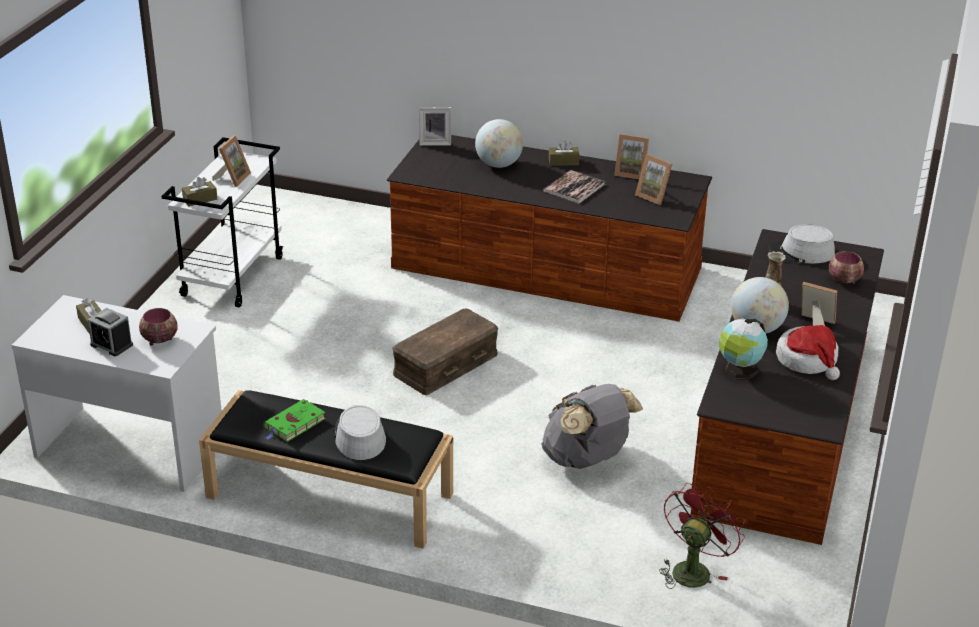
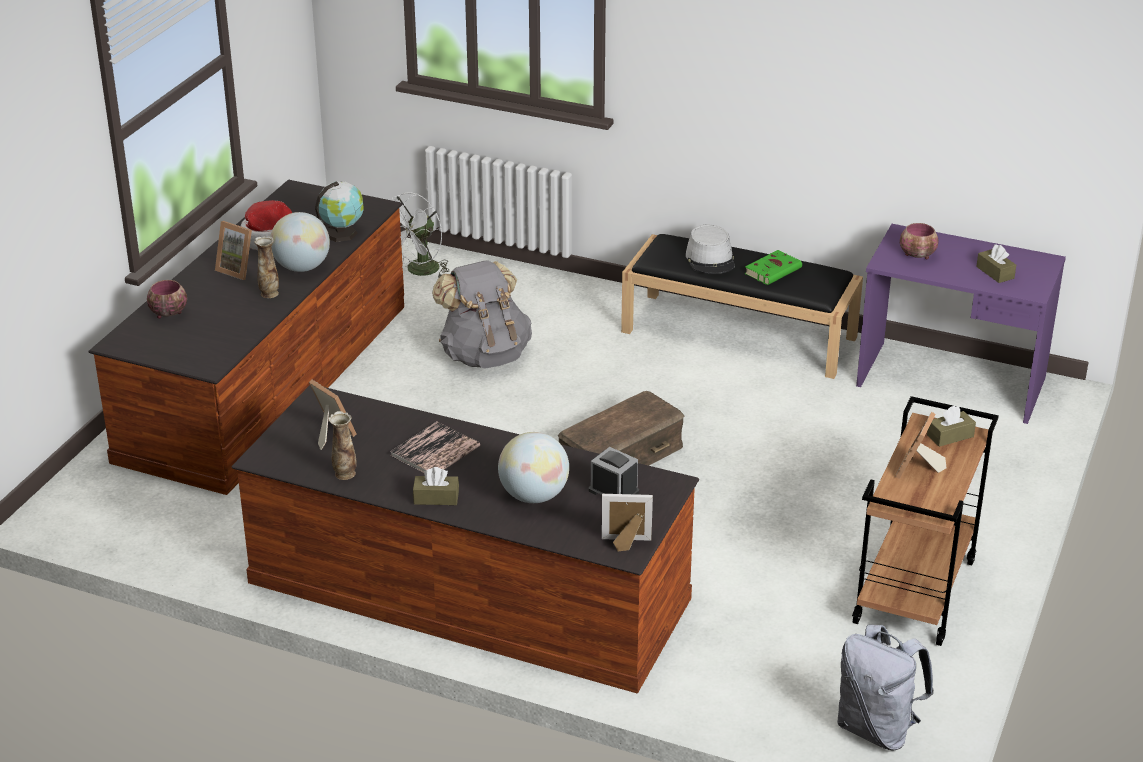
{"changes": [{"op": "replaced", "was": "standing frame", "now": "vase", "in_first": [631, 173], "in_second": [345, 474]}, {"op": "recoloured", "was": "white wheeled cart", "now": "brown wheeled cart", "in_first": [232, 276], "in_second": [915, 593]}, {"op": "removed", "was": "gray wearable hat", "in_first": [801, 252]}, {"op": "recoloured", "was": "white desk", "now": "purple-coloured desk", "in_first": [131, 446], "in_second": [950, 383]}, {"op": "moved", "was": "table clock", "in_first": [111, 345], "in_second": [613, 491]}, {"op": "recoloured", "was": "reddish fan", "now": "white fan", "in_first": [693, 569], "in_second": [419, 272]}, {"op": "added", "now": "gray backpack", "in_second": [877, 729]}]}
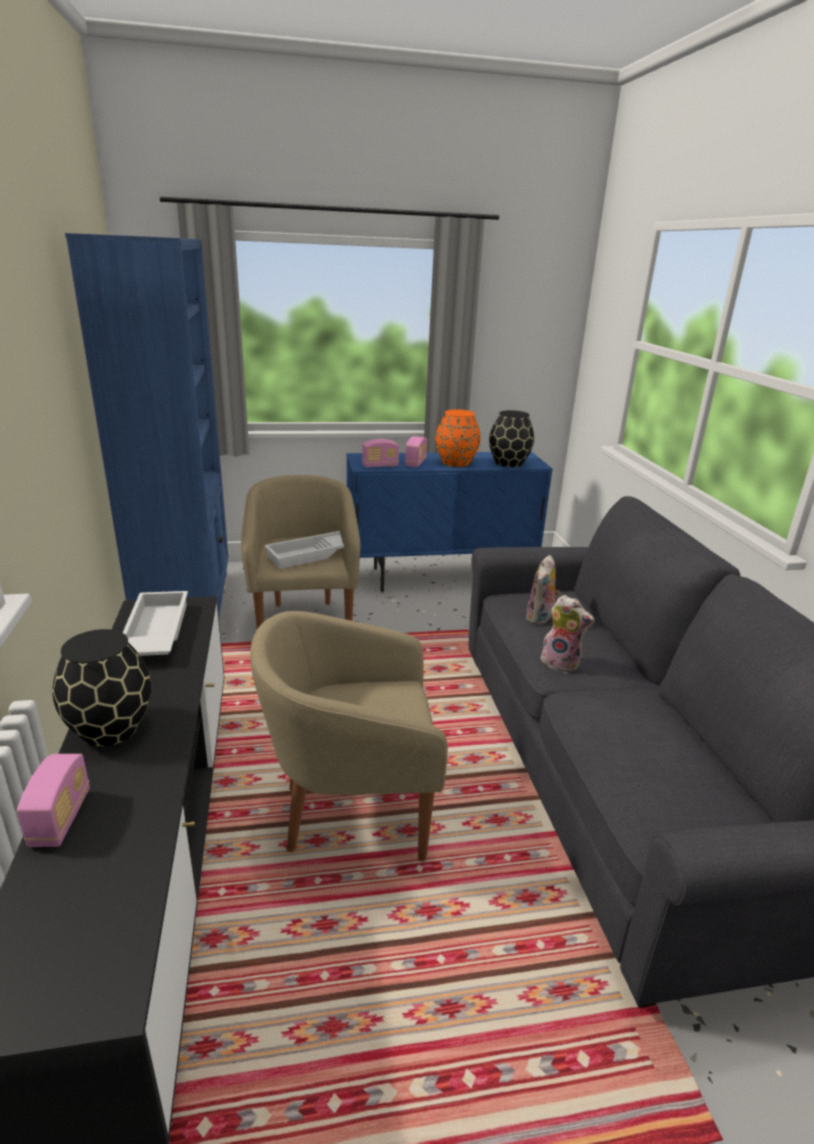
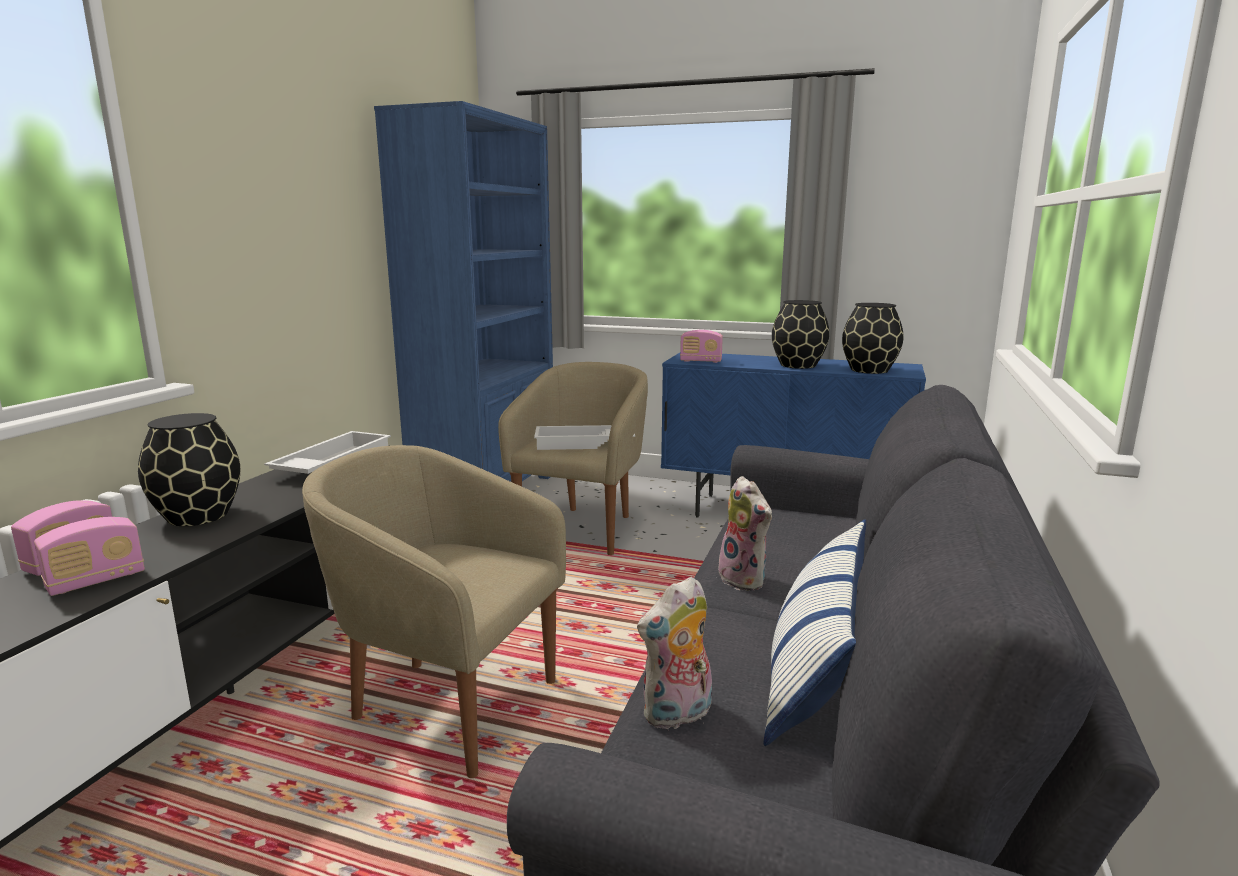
{"changes": [{"op": "recoloured", "was": "orange vase", "now": "black vase", "in_first": [456, 462], "in_second": [798, 365]}, {"op": "moved", "was": "radio receiver", "in_first": [416, 463], "in_second": [96, 581]}, {"op": "moved", "was": "cuddly toy", "in_first": [540, 618], "in_second": [677, 715]}, {"op": "added", "now": "cushion", "in_second": [813, 668]}]}
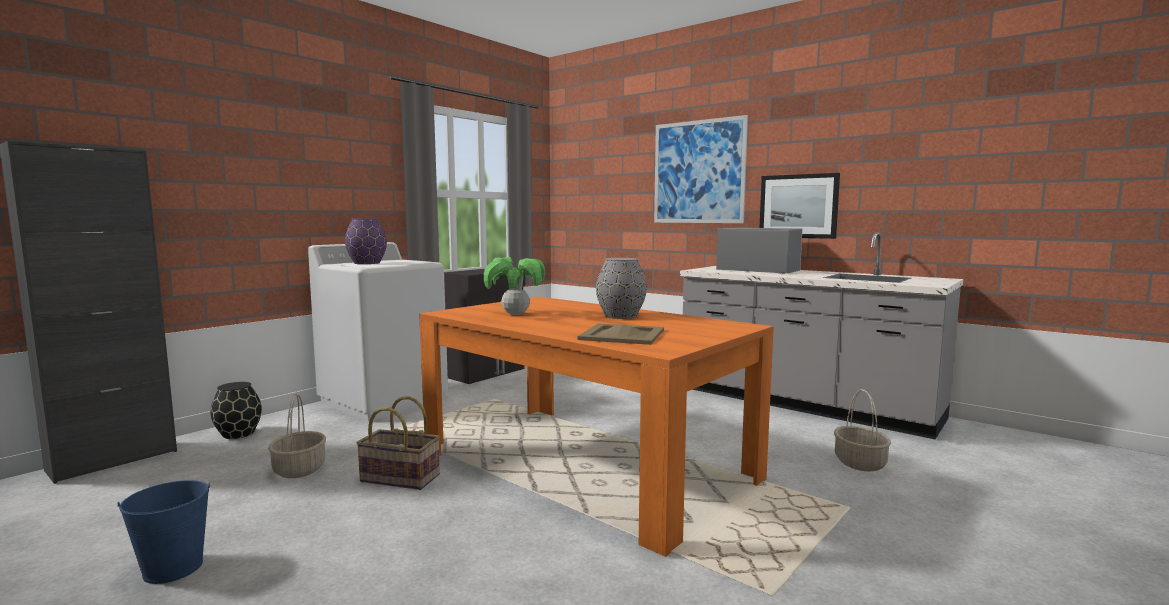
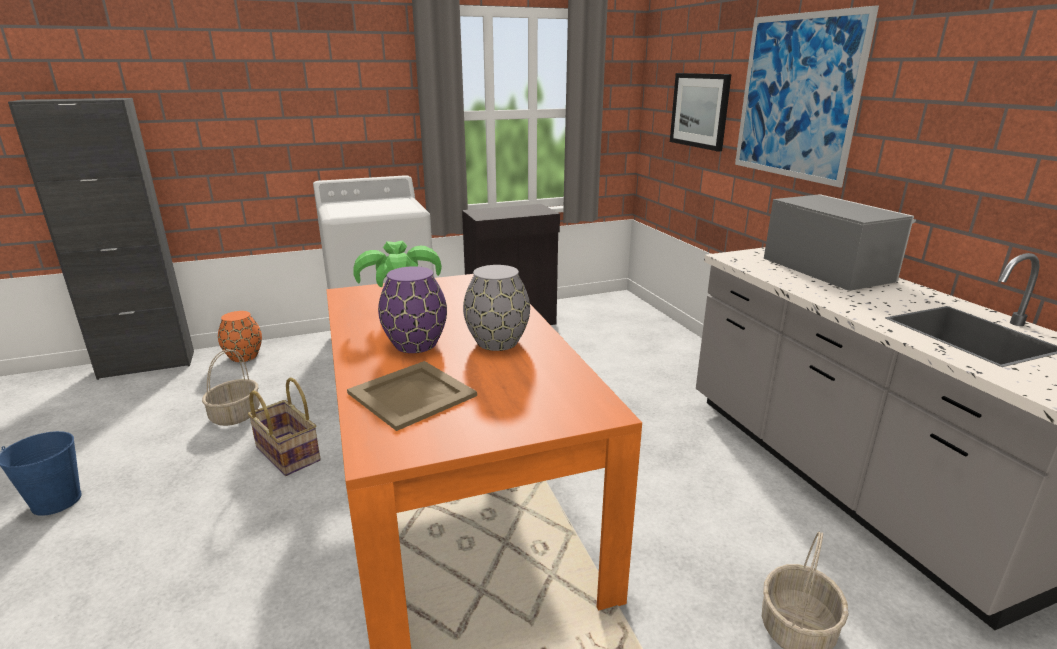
{"changes": [{"op": "moved", "was": "wall picture", "in_first": [798, 206], "in_second": [700, 110]}, {"op": "moved", "was": "purple-coloured vase", "in_first": [367, 263], "in_second": [415, 345]}, {"op": "recoloured", "was": "black vase", "now": "orange vase", "in_first": [238, 434], "in_second": [244, 356]}]}
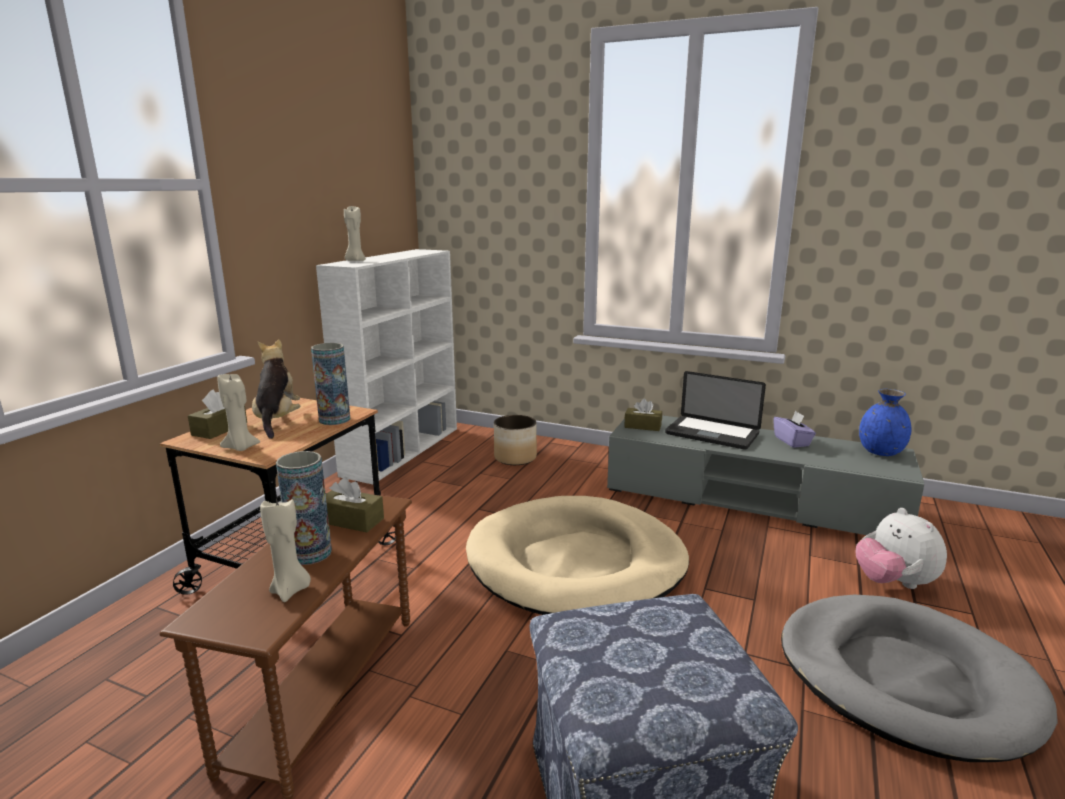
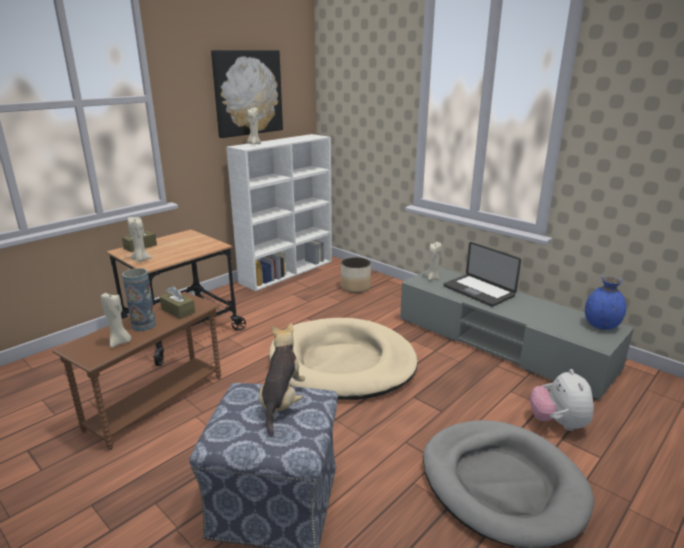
{"changes": [{"op": "moved", "was": "cuddly toy", "in_first": [277, 420], "in_second": [282, 403]}, {"op": "removed", "was": "vase", "in_first": [334, 419]}, {"op": "replaced", "was": "brown tissue box", "now": "beige wax light", "in_first": [642, 426], "in_second": [432, 278]}, {"op": "removed", "was": "purple-coloured tissue box", "in_first": [792, 441]}, {"op": "added", "now": "wall picture", "in_second": [247, 93]}]}
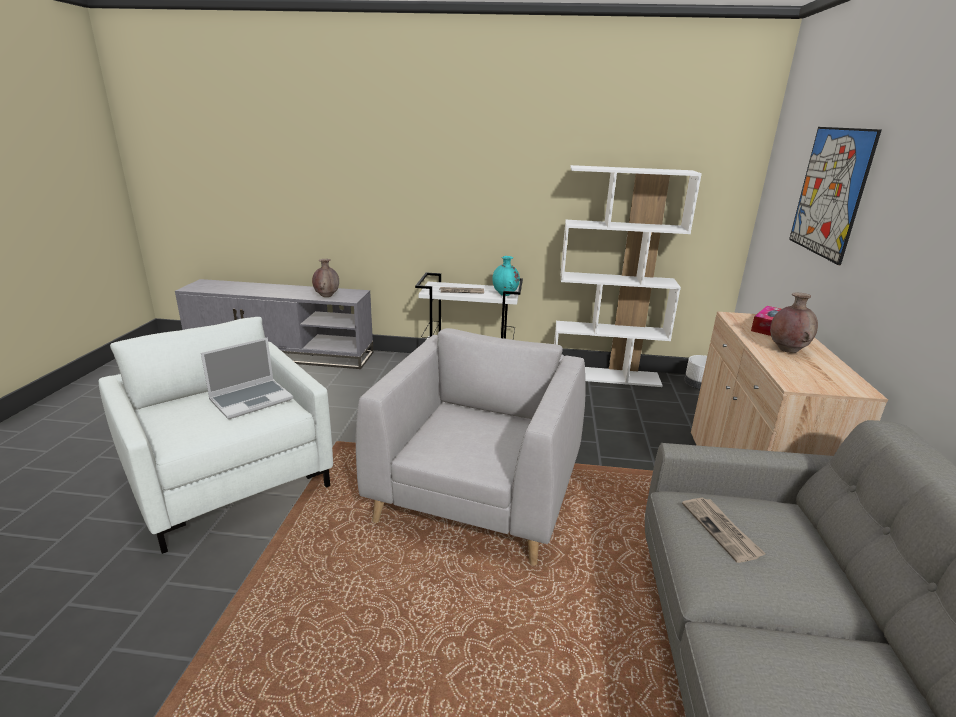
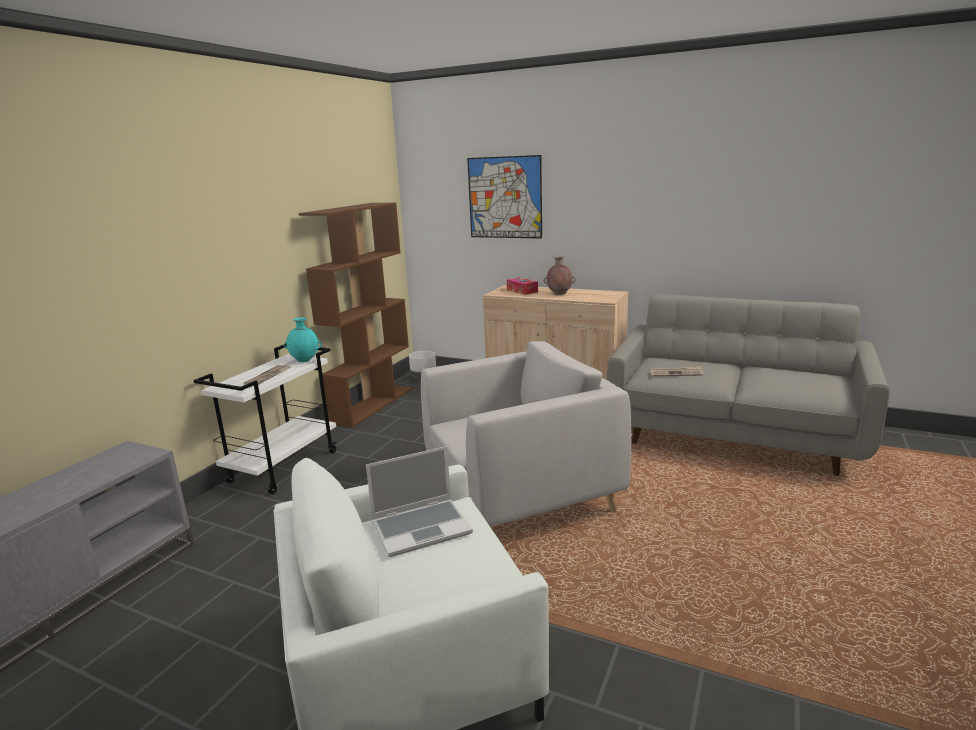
{"changes": [{"op": "recoloured", "was": "white shelving unit", "now": "brown shelving unit", "in_first": [605, 376], "in_second": [372, 404]}, {"op": "removed", "was": "brown vase", "in_first": [327, 296]}, {"op": "turned", "was": "gray easy chair", "in_first": [477, 494], "in_second": [520, 493], "clockwise": 120}, {"op": "turned", "was": "laptop", "in_first": [252, 399], "in_second": [422, 527], "clockwise": 90}]}
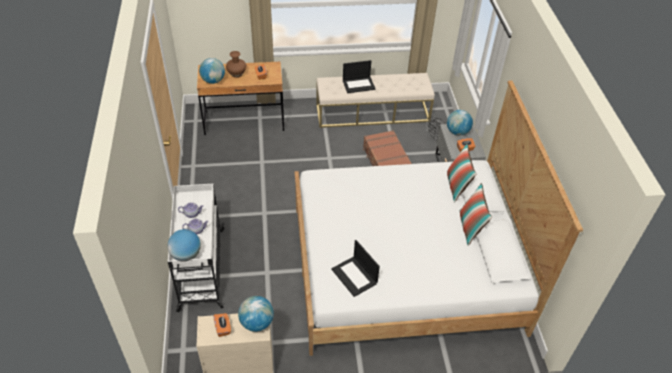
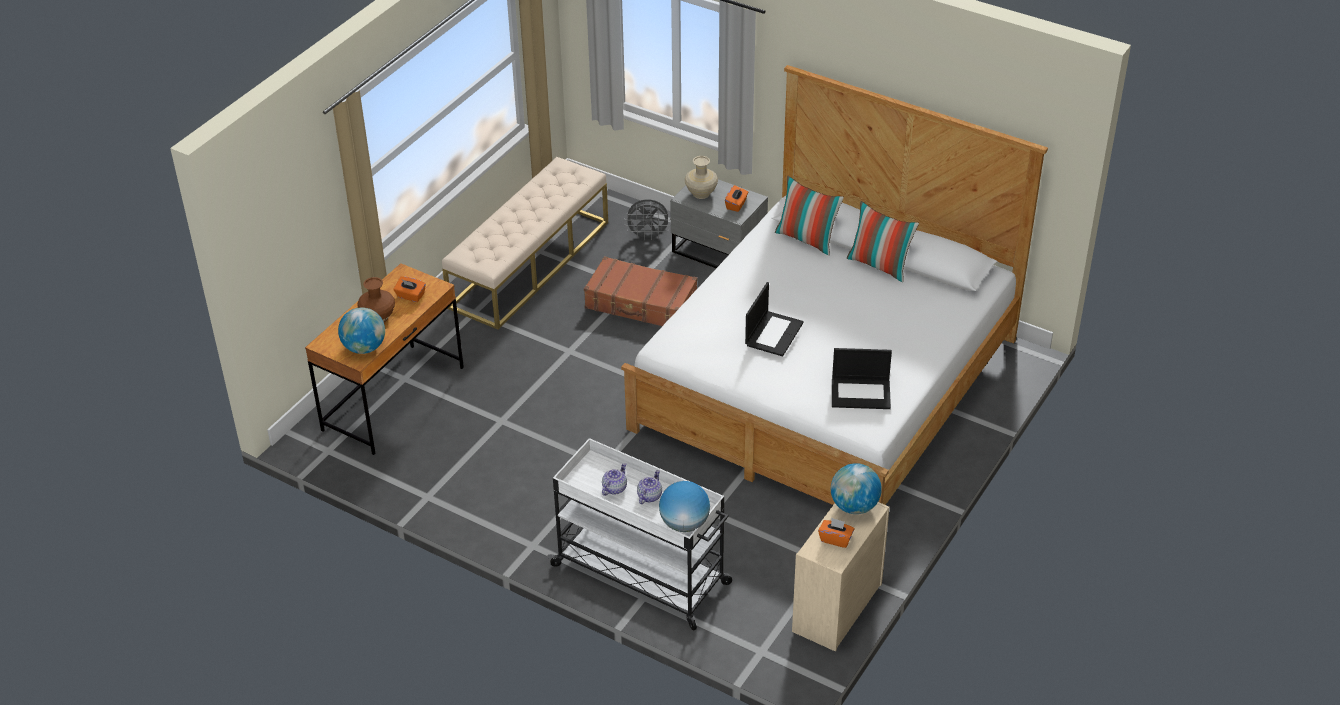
{"changes": [{"op": "moved", "was": "laptop", "in_first": [359, 84], "in_second": [773, 333]}, {"op": "replaced", "was": "world globe", "now": "beige vase", "in_first": [457, 132], "in_second": [701, 194]}]}
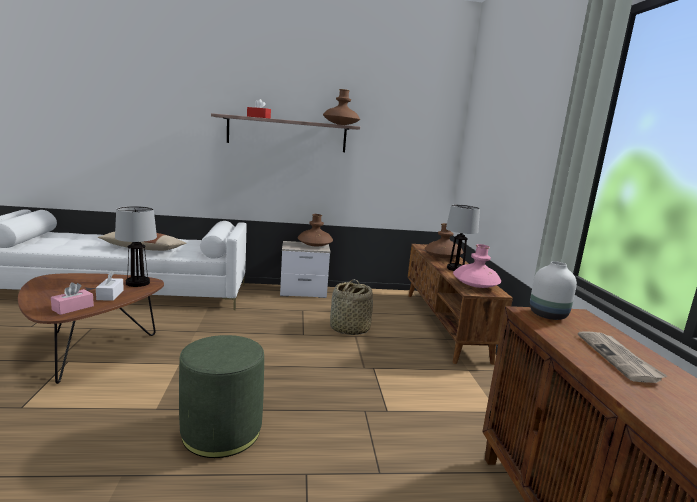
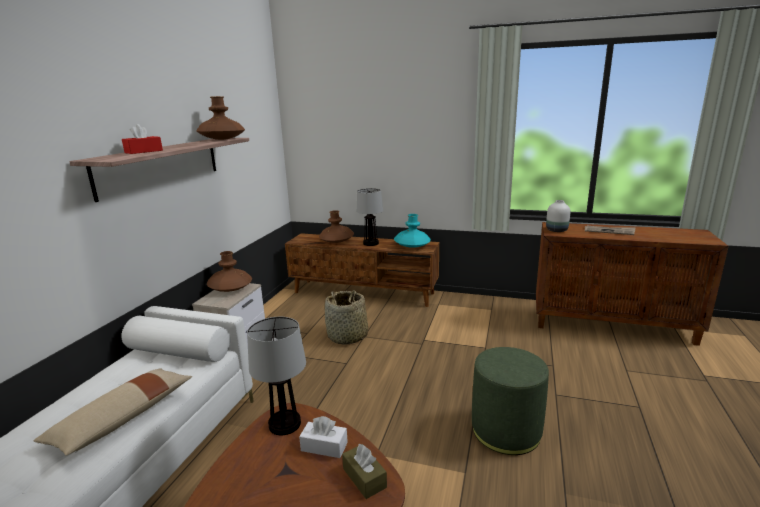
{"changes": [{"op": "recoloured", "was": "pink vase", "now": "blue-green vase", "in_first": [475, 285], "in_second": [412, 246]}, {"op": "recoloured", "was": "pink tissue box", "now": "brown tissue box", "in_first": [73, 308], "in_second": [364, 478]}]}
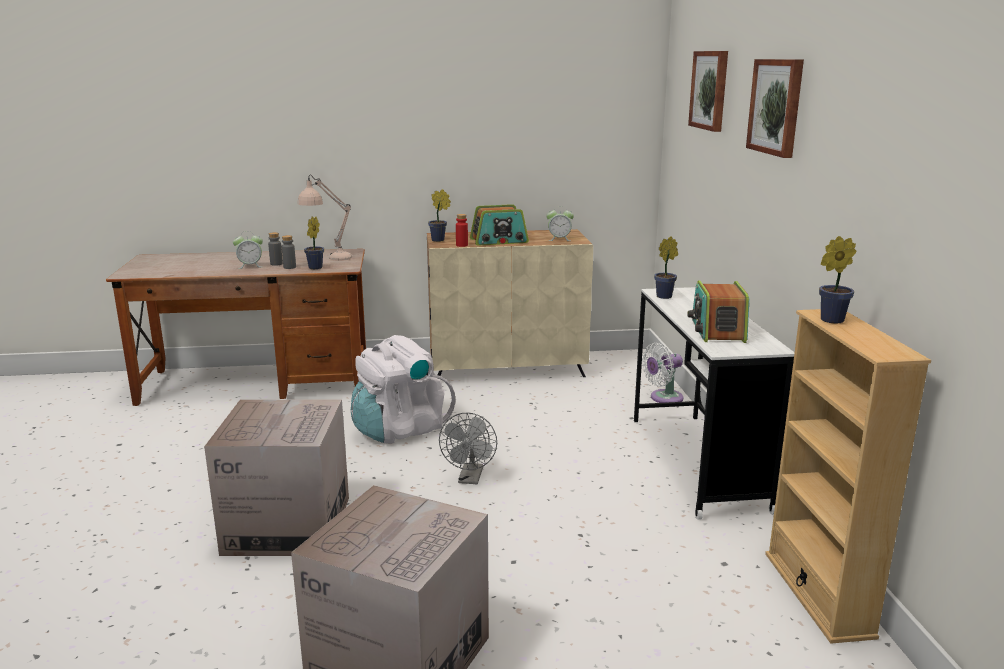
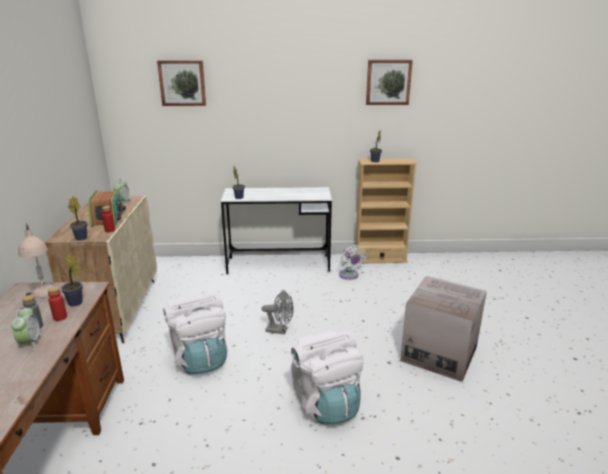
{"changes": [{"op": "moved", "was": "wall picture", "in_first": [777, 106], "in_second": [388, 82]}, {"op": "recoloured", "was": "gray beverage bottle", "now": "reddish beverage bottle", "in_first": [289, 267], "in_second": [60, 317]}, {"op": "removed", "was": "radio receiver", "in_first": [717, 331]}, {"op": "moved", "was": "white fan", "in_first": [663, 398], "in_second": [349, 276]}, {"op": "replaced", "was": "carton", "now": "white backpack", "in_first": [288, 525], "in_second": [326, 403]}]}
